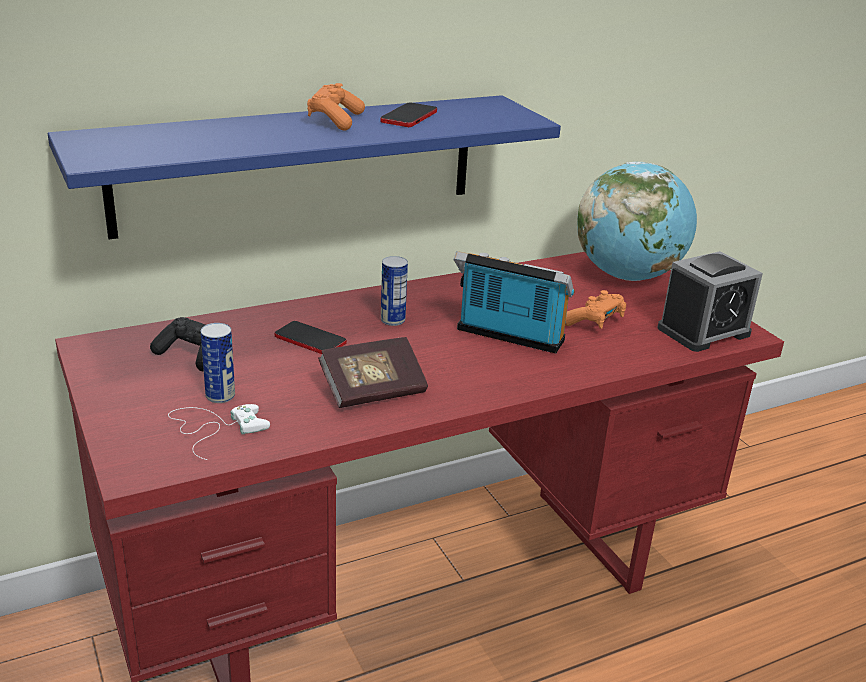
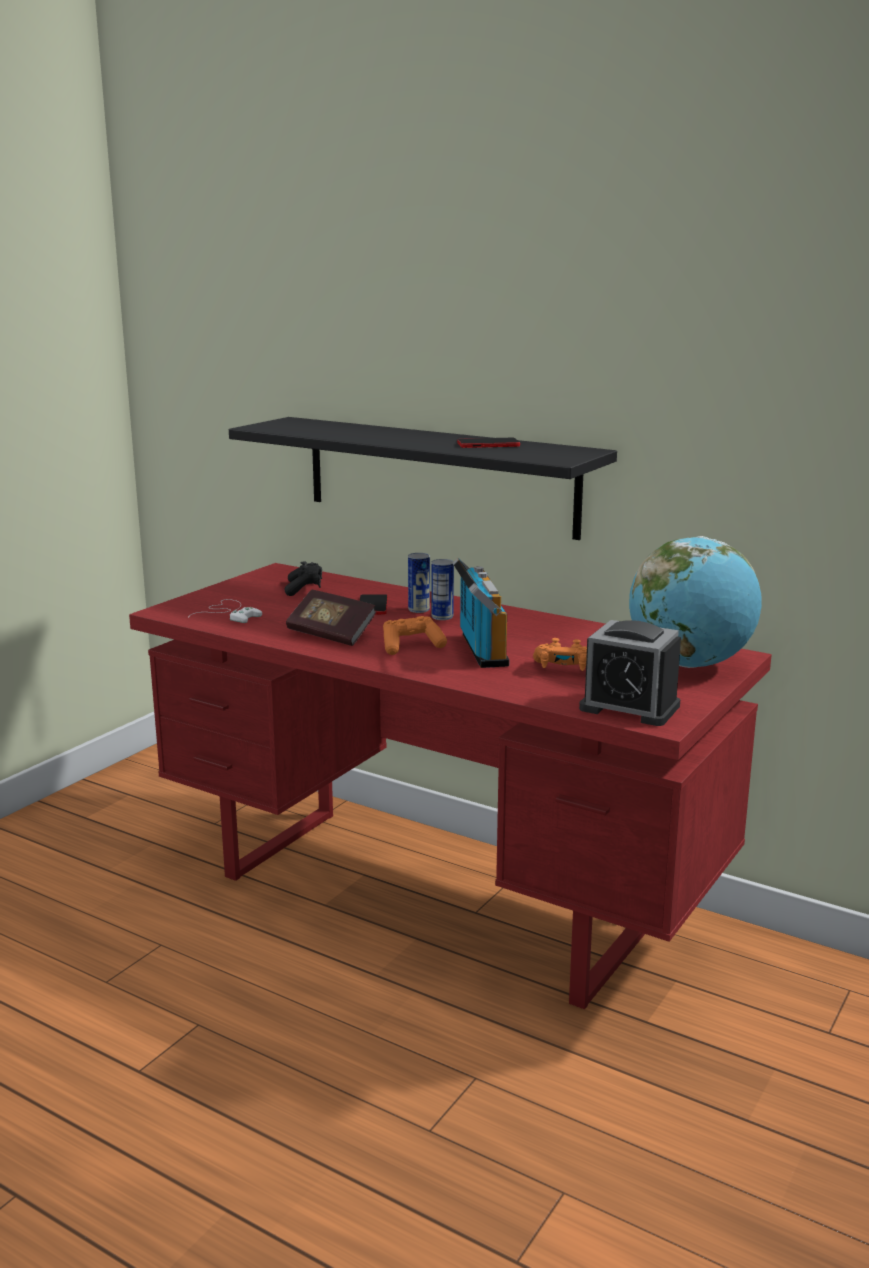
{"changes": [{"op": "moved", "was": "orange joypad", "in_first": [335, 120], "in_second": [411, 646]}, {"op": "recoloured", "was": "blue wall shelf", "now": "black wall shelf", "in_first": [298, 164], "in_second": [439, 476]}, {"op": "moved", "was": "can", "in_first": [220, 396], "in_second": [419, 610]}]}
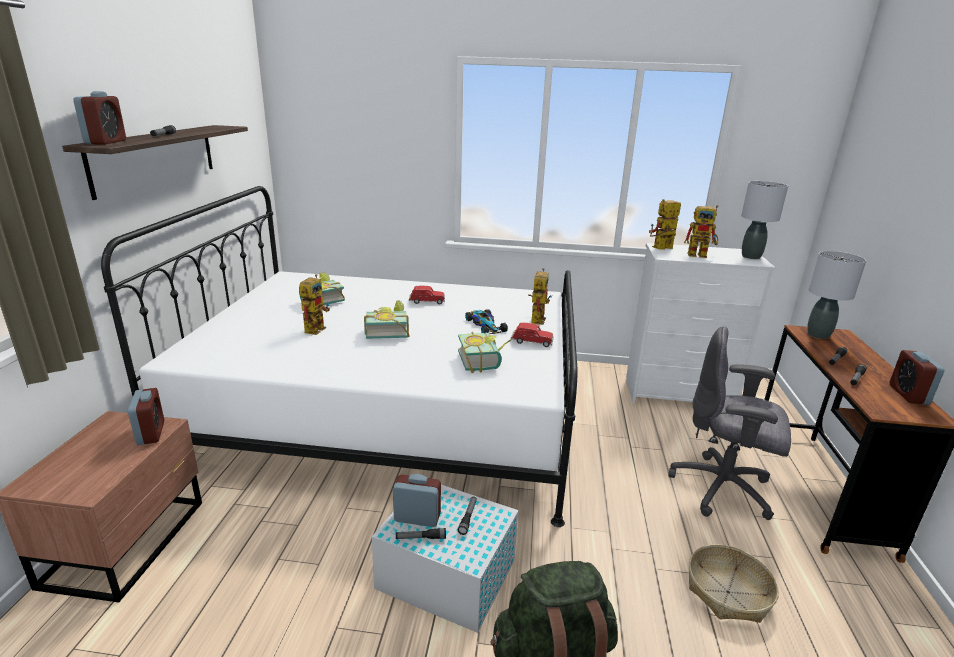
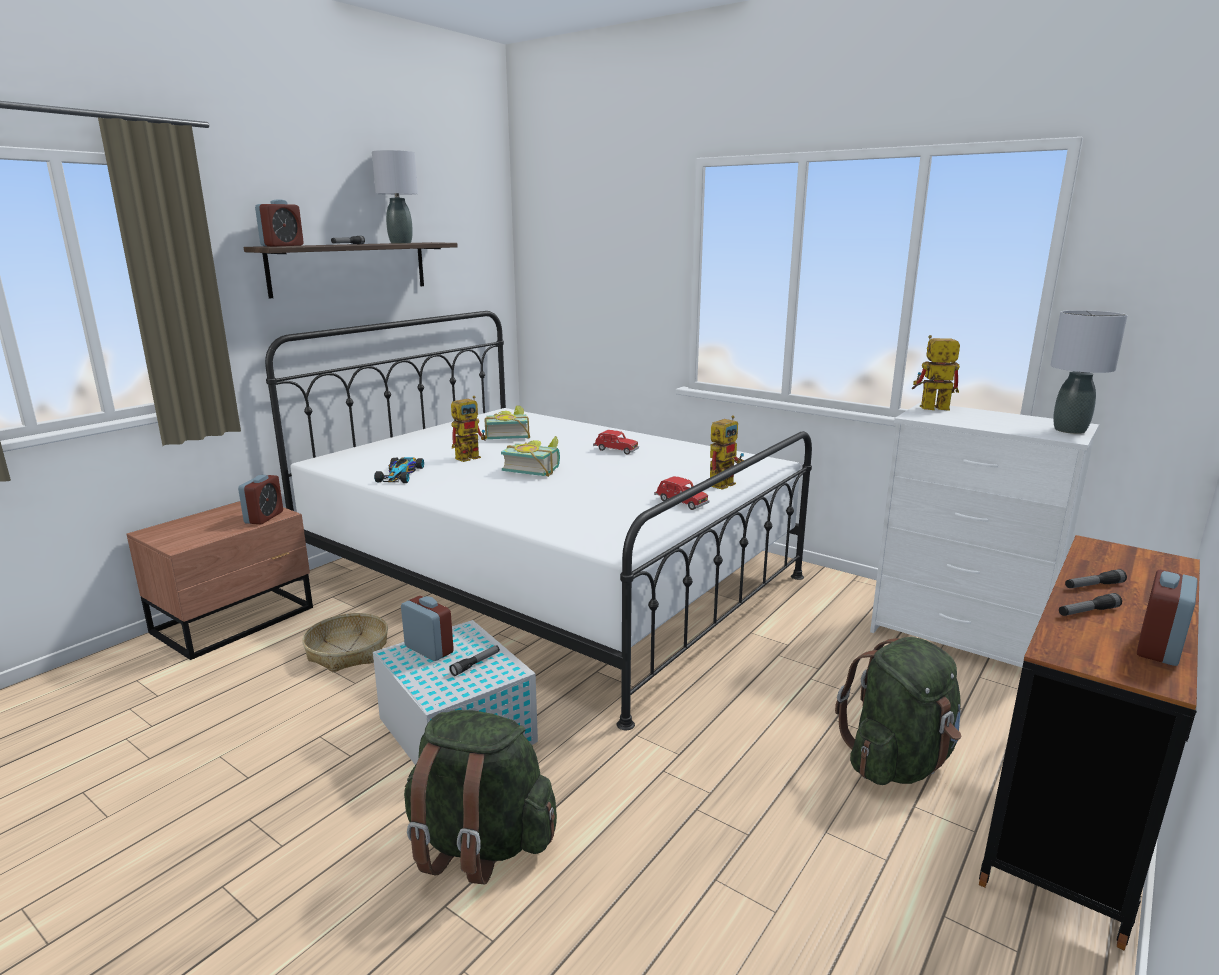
{"changes": [{"op": "removed", "was": "model robot", "in_first": [701, 255]}, {"op": "moved", "was": "gray tabletop lamp", "in_first": [817, 335], "in_second": [400, 243]}, {"op": "moved", "was": "toy car", "in_first": [485, 325], "in_second": [401, 474]}, {"op": "replaced", "was": "gray office chair", "now": "greenish backpack", "in_first": [723, 489], "in_second": [898, 762]}, {"op": "removed", "was": "bound book", "in_first": [484, 361]}, {"op": "removed", "was": "flashlight", "in_first": [420, 538]}, {"op": "moved", "was": "storage basket", "in_first": [728, 592], "in_second": [348, 652]}]}
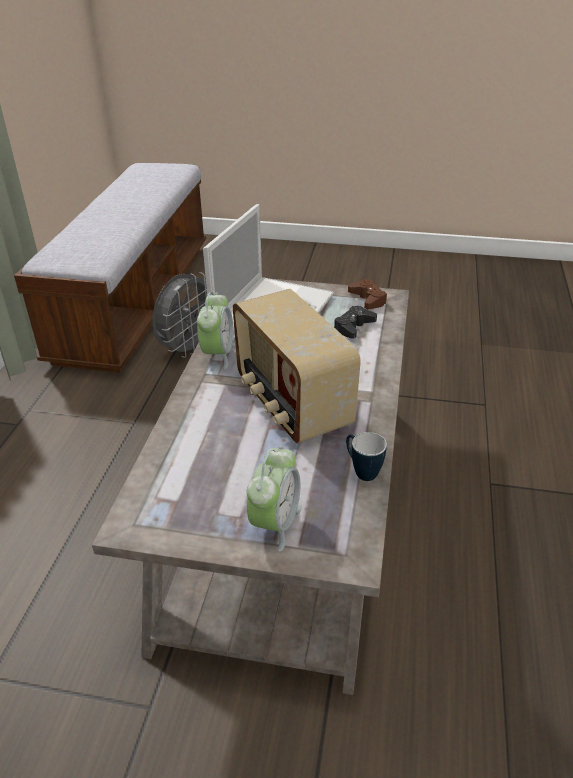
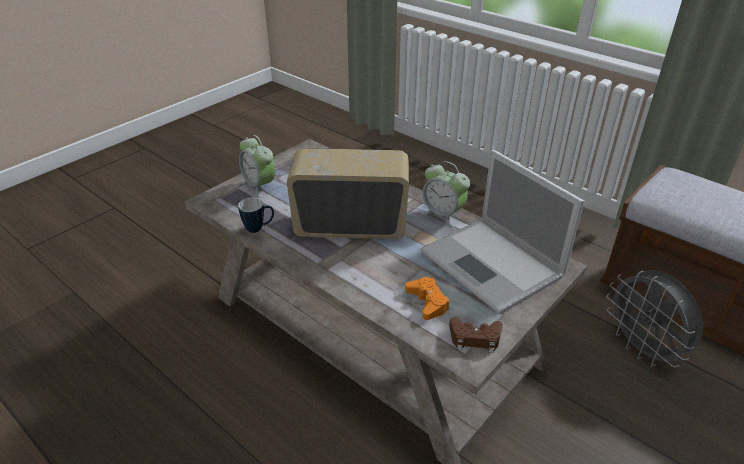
{"changes": [{"op": "recoloured", "was": "black joypad", "now": "orange joypad", "in_first": [353, 327], "in_second": [427, 302]}]}
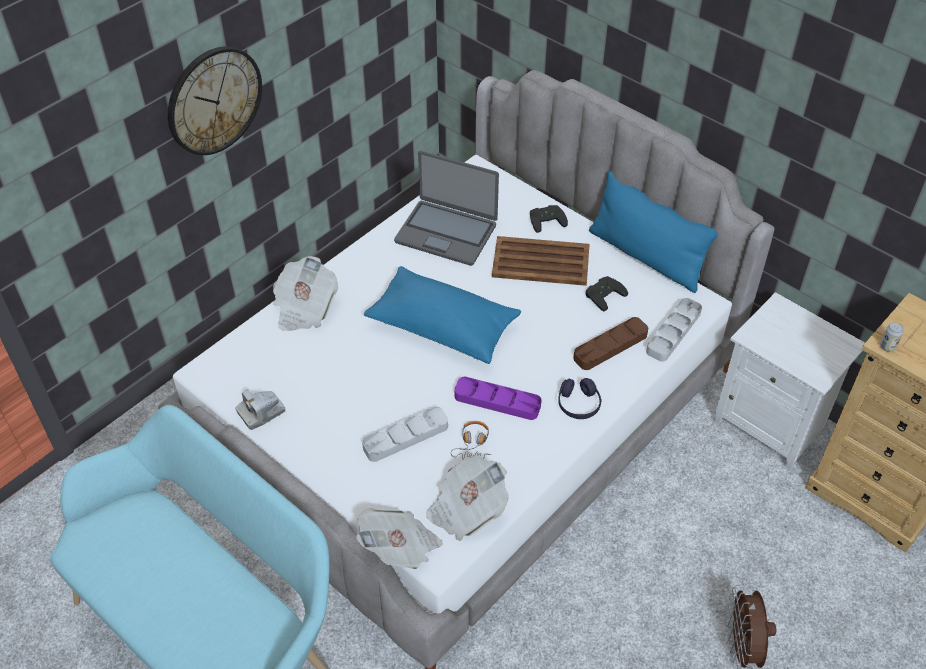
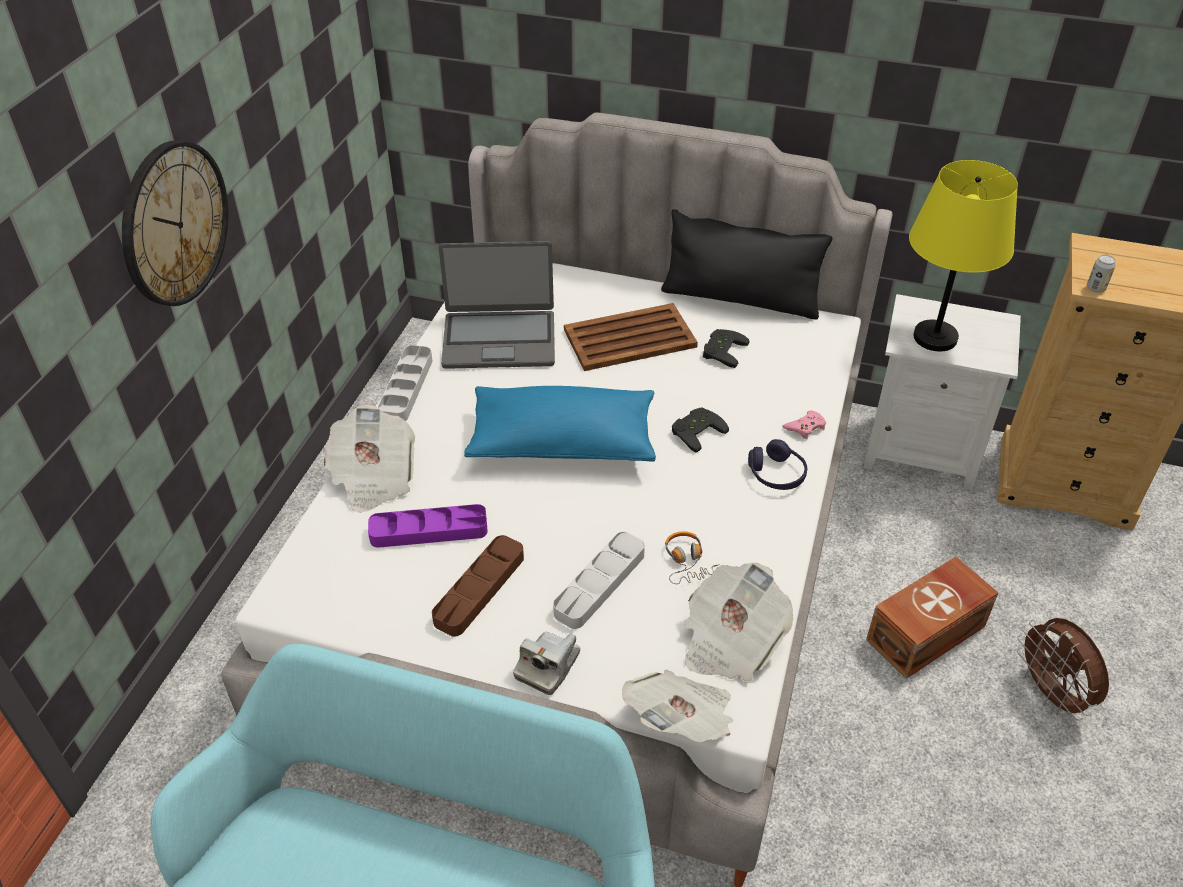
{"changes": [{"op": "recoloured", "was": "blue cushion", "now": "black cushion", "in_first": [646, 256], "in_second": [740, 299]}, {"op": "moved", "was": "black joypad", "in_first": [546, 219], "in_second": [696, 430]}, {"op": "moved", "was": "gray serving tray", "in_first": [673, 332], "in_second": [406, 388]}, {"op": "moved", "was": "brown serving tray", "in_first": [610, 346], "in_second": [479, 589]}, {"op": "moved", "was": "purple-coloured serving tray", "in_first": [497, 401], "in_second": [429, 530]}, {"op": "moved", "was": "photo camera", "in_first": [261, 412], "in_second": [547, 666]}, {"op": "added", "now": "yellowish tabletop lamp", "in_second": [935, 338]}, {"op": "added", "now": "pink joypad", "in_second": [805, 427]}, {"op": "added", "now": "brown storage bin", "in_second": [928, 633]}]}
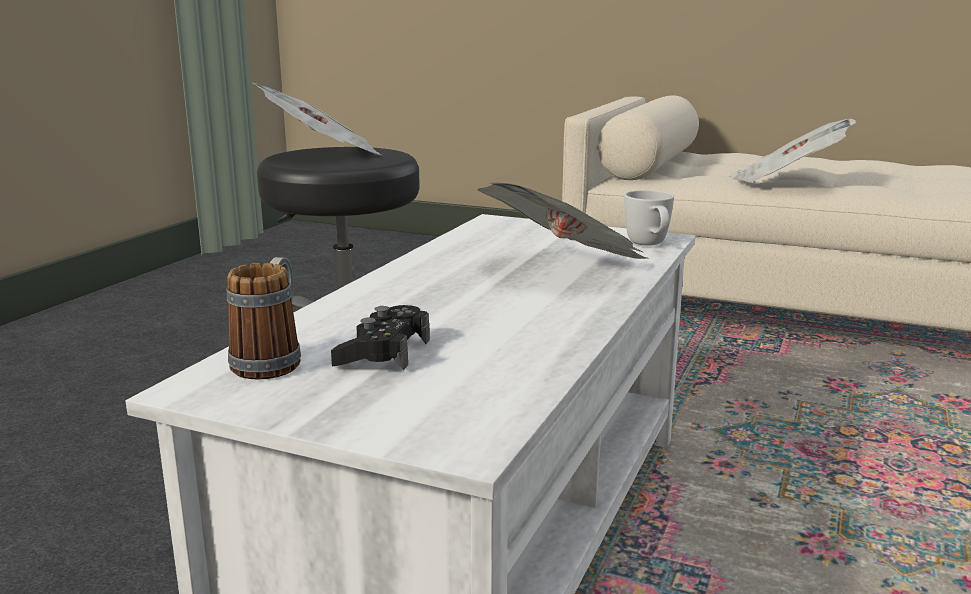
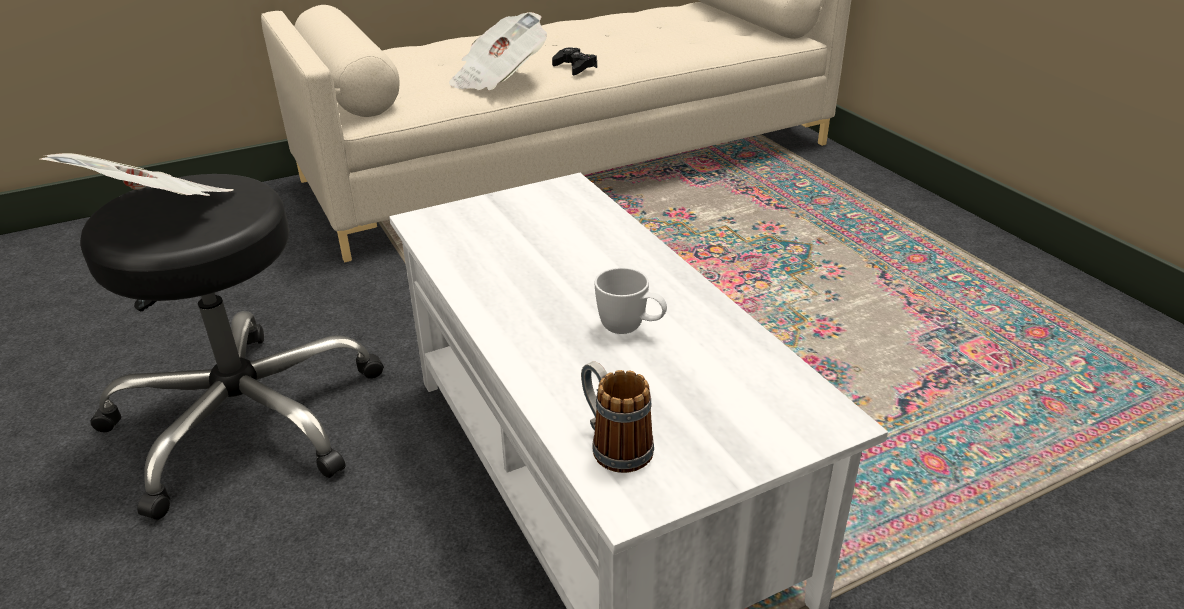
{"changes": [{"op": "removed", "was": "daily paper", "in_first": [568, 269]}, {"op": "moved", "was": "white coffee mug", "in_first": [649, 245], "in_second": [630, 329]}, {"op": "moved", "was": "black joypad", "in_first": [383, 352], "in_second": [575, 67]}]}
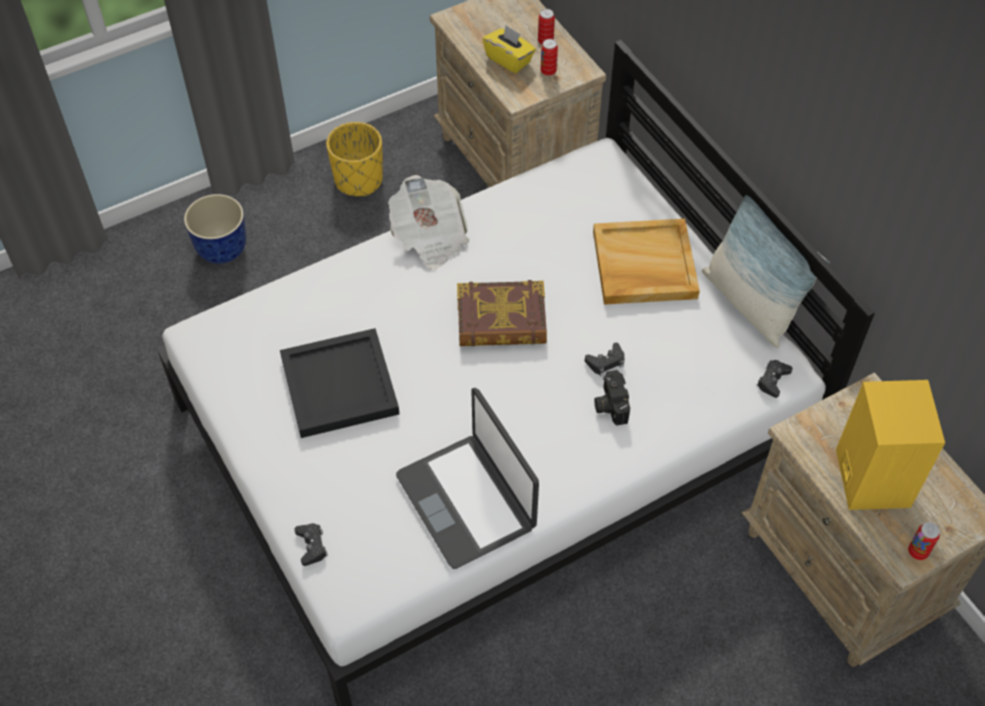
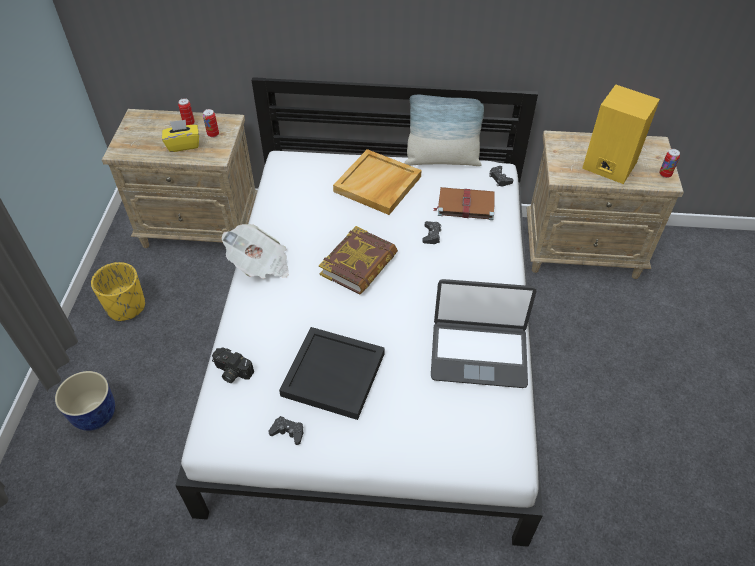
{"changes": [{"op": "moved", "was": "photo camera", "in_first": [609, 404], "in_second": [231, 372]}, {"op": "moved", "was": "black joypad", "in_first": [311, 546], "in_second": [288, 432]}, {"op": "added", "now": "brown bound book", "in_second": [464, 205]}]}
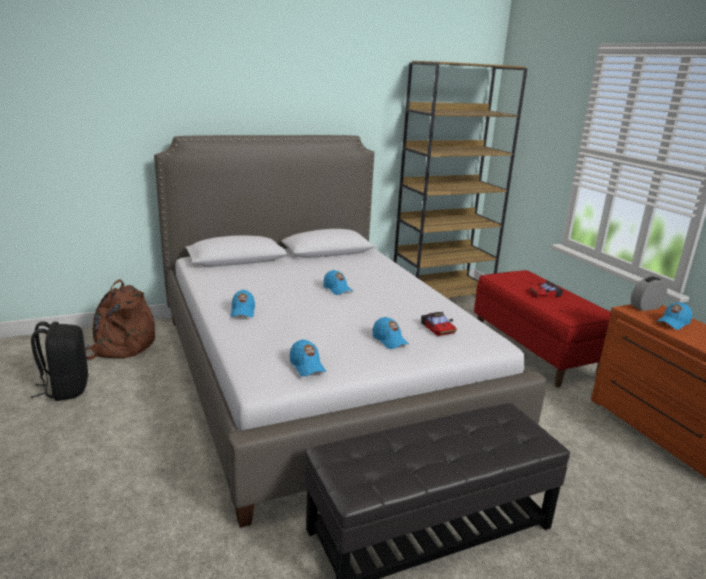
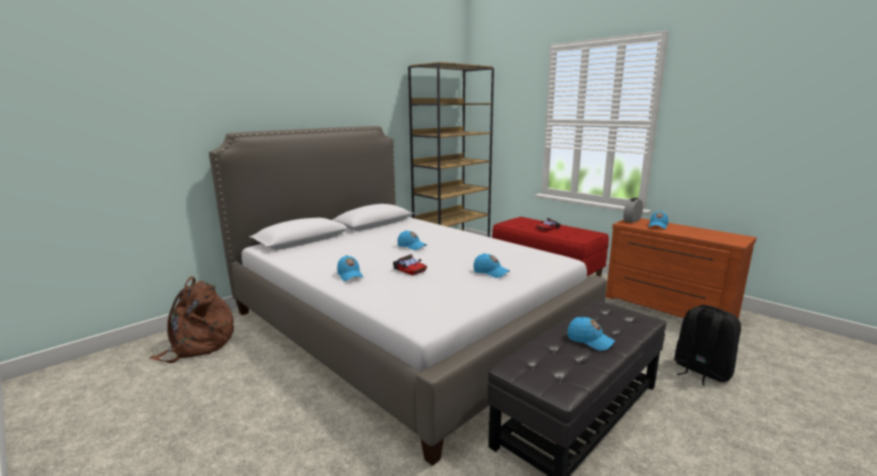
{"changes": [{"op": "moved", "was": "toy car", "in_first": [438, 328], "in_second": [409, 269]}, {"op": "moved", "was": "black backpack", "in_first": [66, 389], "in_second": [701, 371]}, {"op": "moved", "was": "blue cap", "in_first": [307, 366], "in_second": [590, 341]}]}
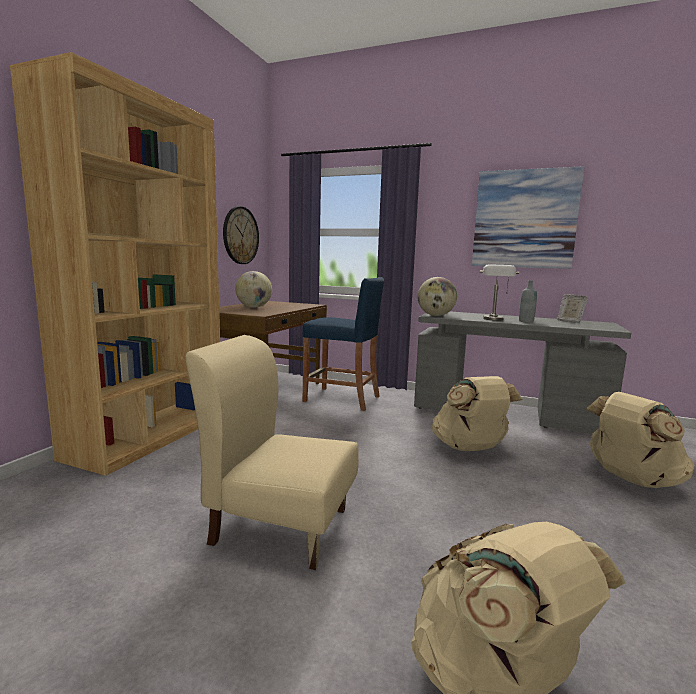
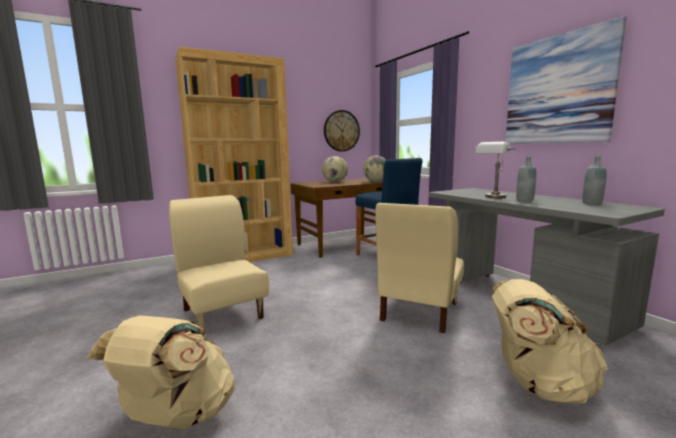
{"changes": [{"op": "moved", "was": "world globe", "in_first": [435, 315], "in_second": [376, 182]}, {"op": "replaced", "was": "standing frame", "now": "gray beverage bottle", "in_first": [570, 321], "in_second": [592, 203]}, {"op": "replaced", "was": "beige backpack", "now": "beige upright chair", "in_first": [470, 448], "in_second": [419, 311]}]}
